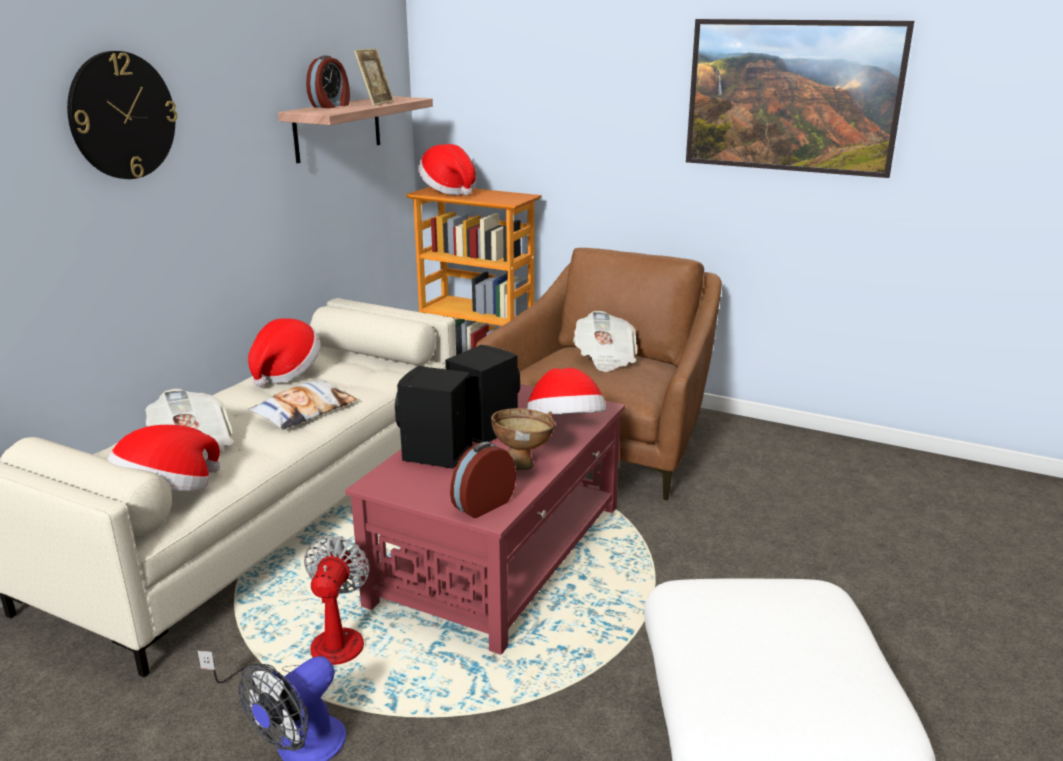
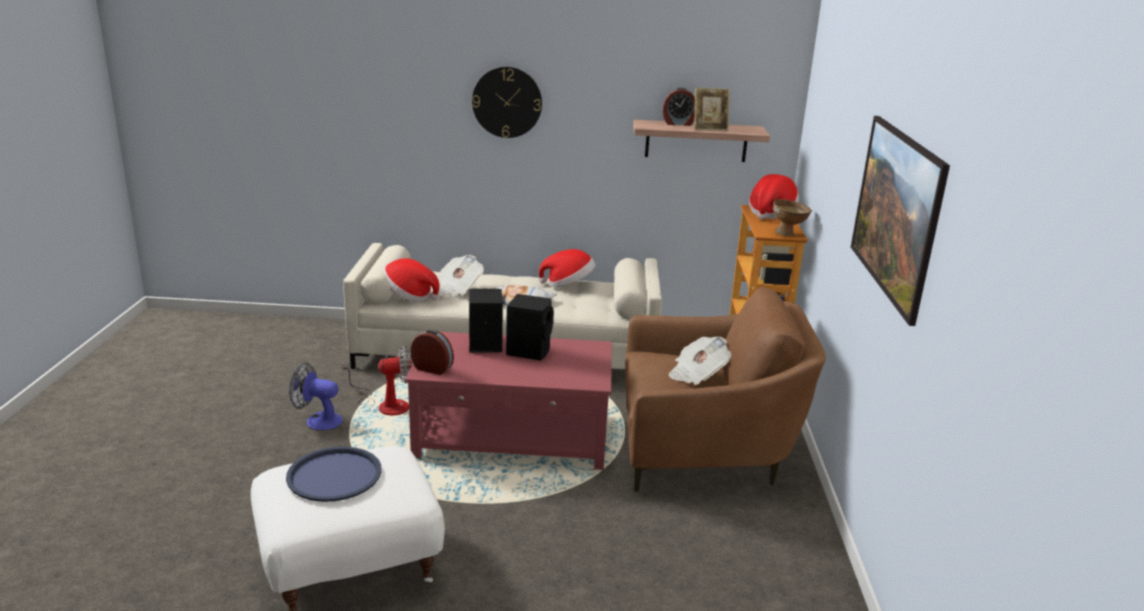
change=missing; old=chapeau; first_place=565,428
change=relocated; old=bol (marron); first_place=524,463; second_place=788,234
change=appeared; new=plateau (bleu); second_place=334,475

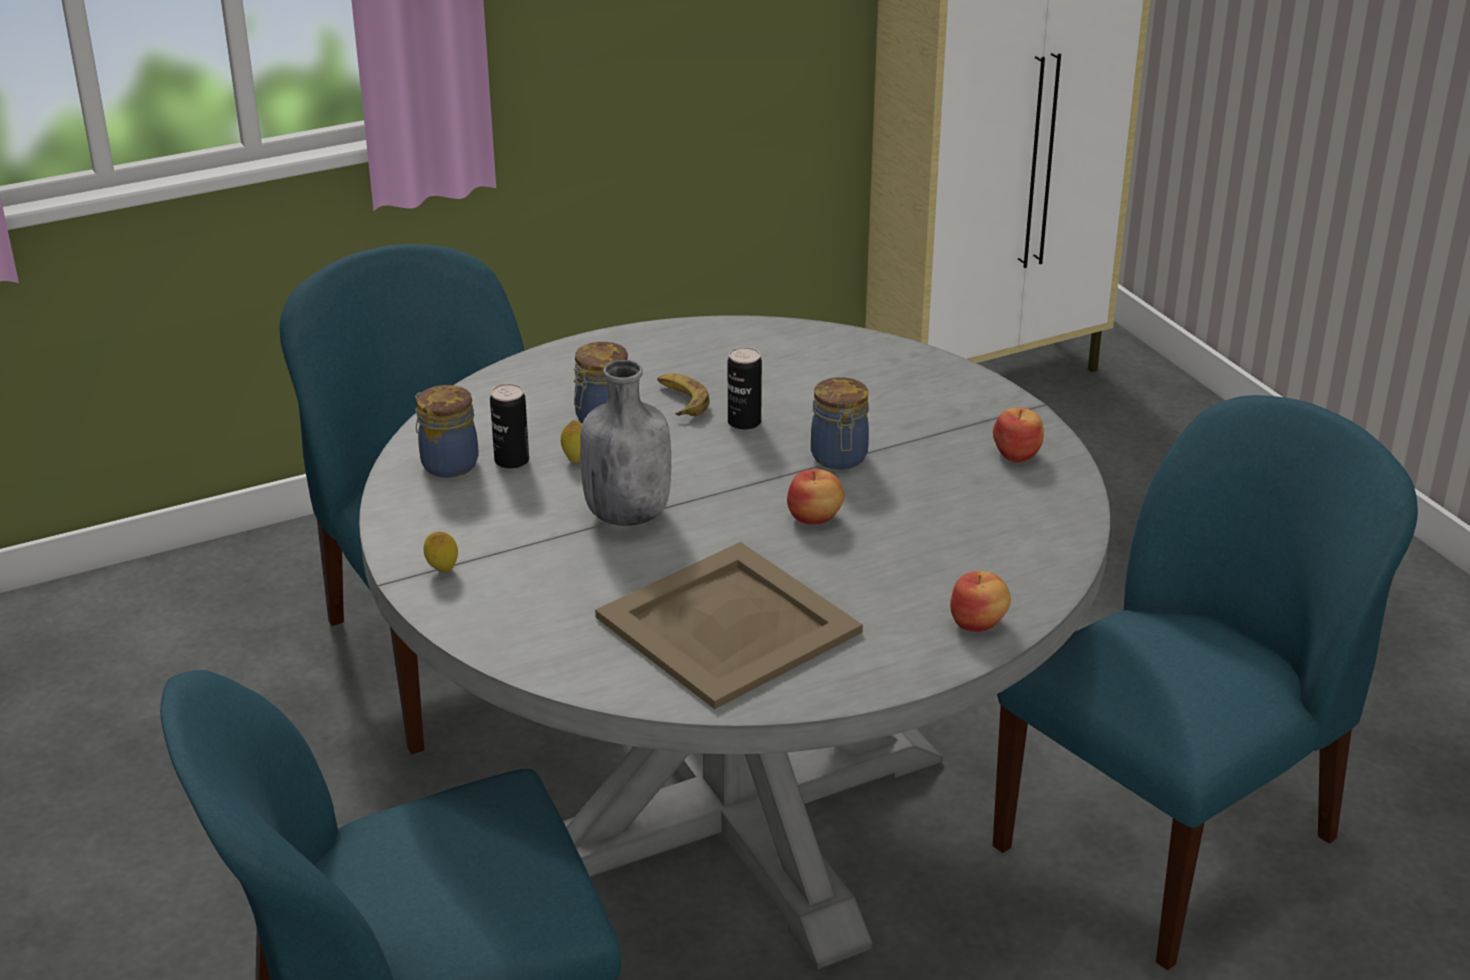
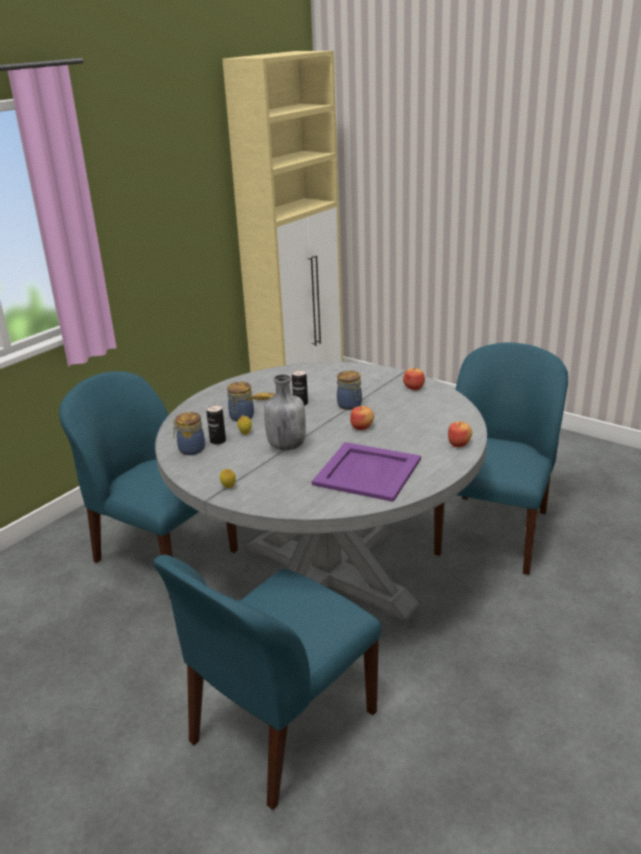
change=colour; old=plateau (beige); new=plateau (violet); first_place=728,623; second_place=367,471

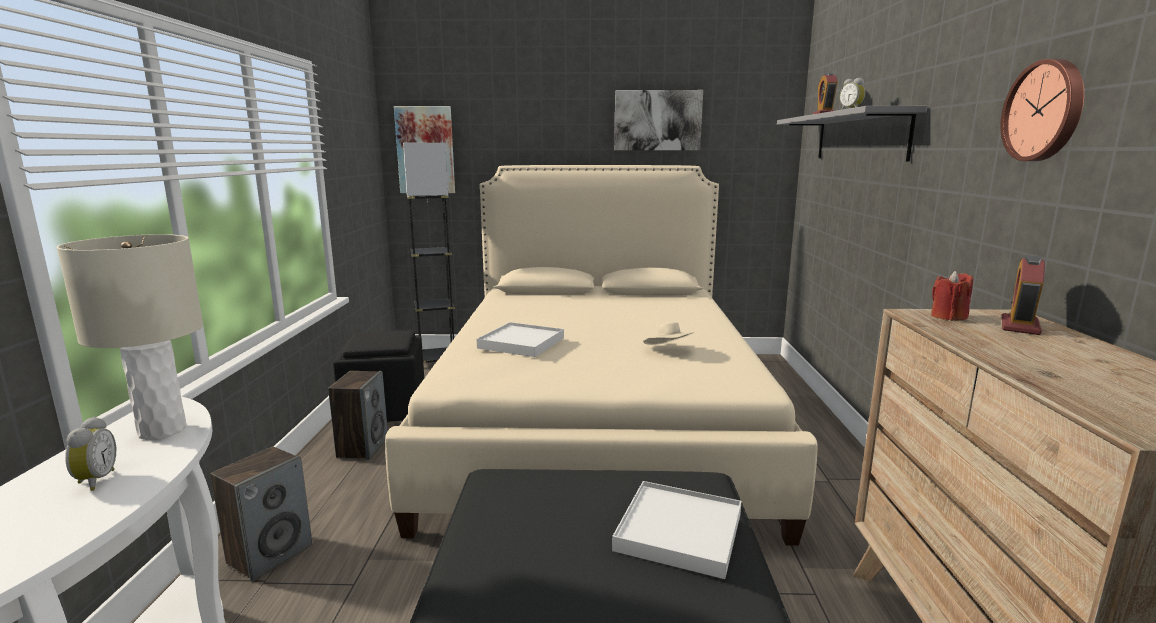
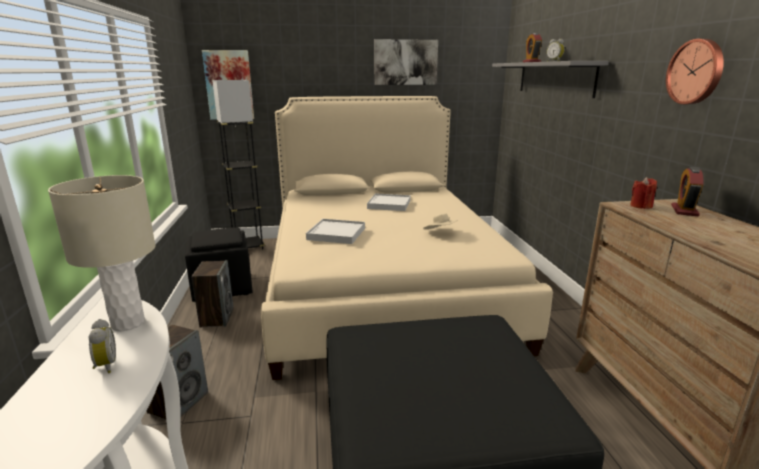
change=relocated; old=plateau (blanc); first_place=678,532; second_place=389,204

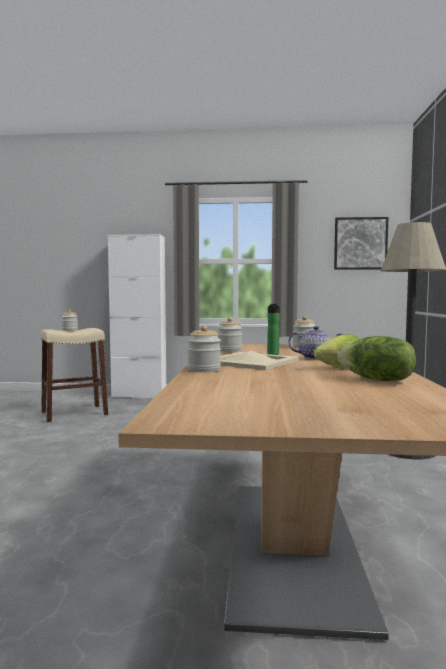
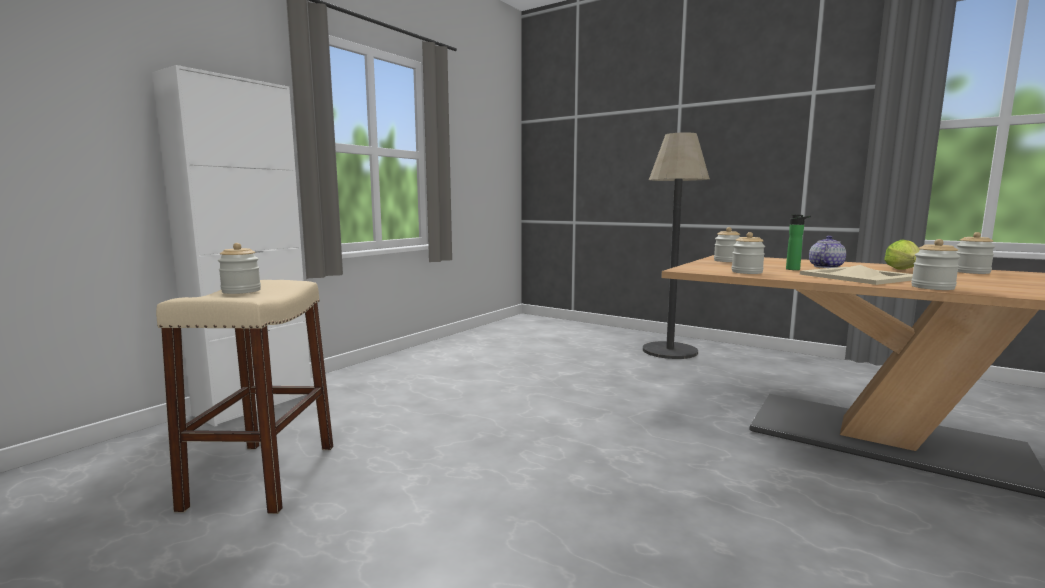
change=missing; old=tableau; first_place=360,243
change=exchanged; old=laitue; new=bocal; first_place=377,380; second_place=971,272

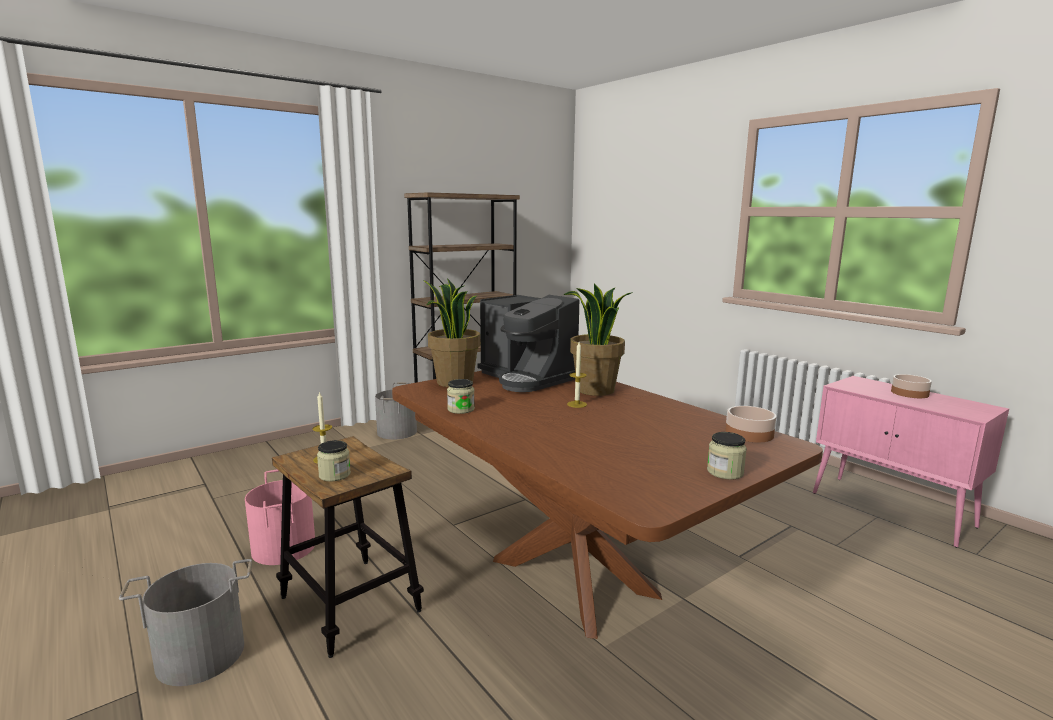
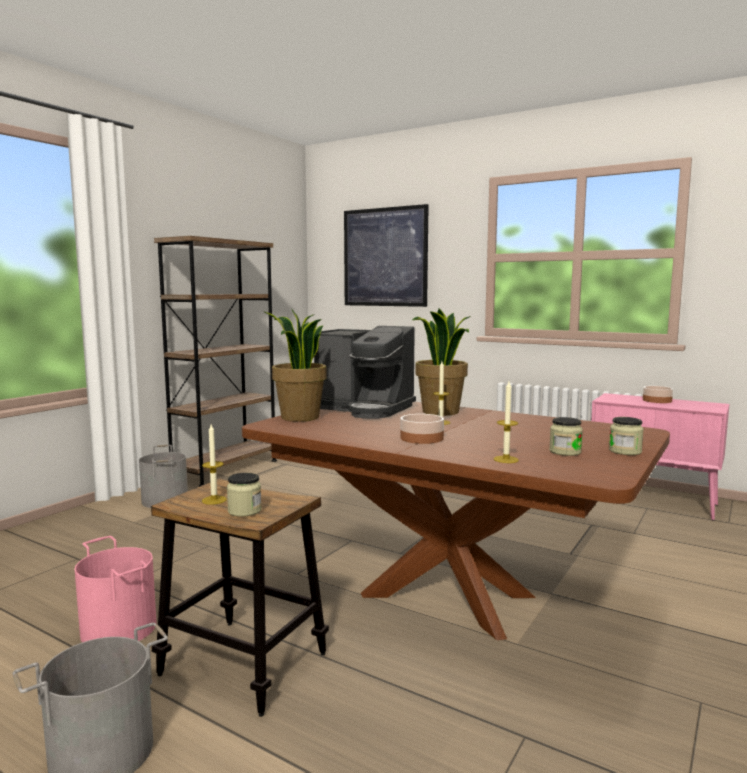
change=relocated; old=bocal; first_place=461,409; second_place=565,452
change=relocated; old=bol; first_place=750,434; second_place=422,438
change=appeared; new=tableau; second_place=385,257
change=appeared; new=bougie; second_place=506,459

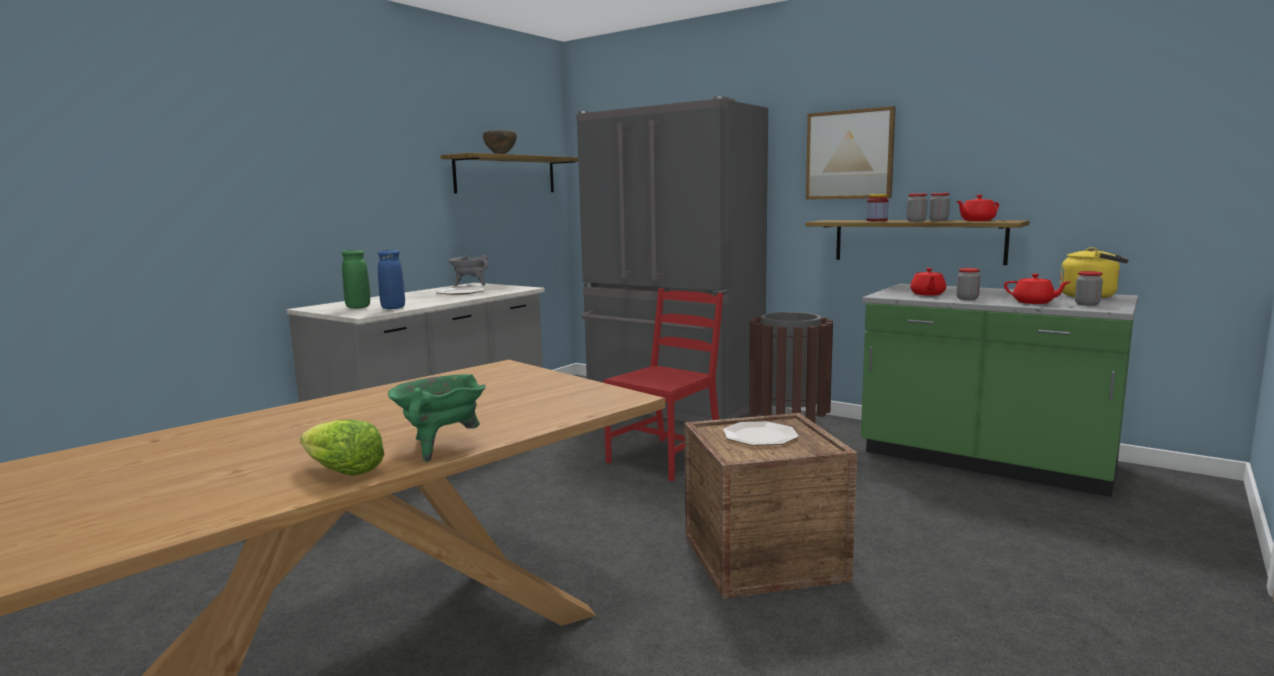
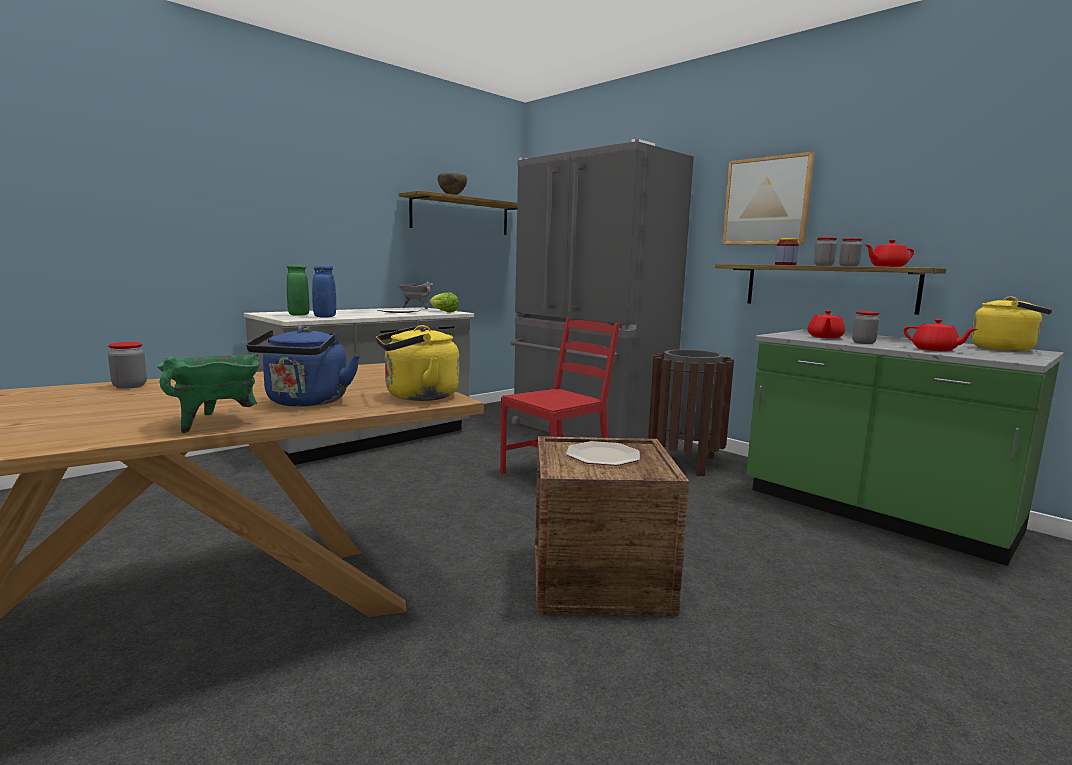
change=relocated; old=bocal; first_place=1087,304; second_place=129,386
change=relocated; old=laitue; first_place=341,471; second_place=443,312
change=appeared; new=bouilloire (jaune); second_place=417,396
change=appeared; new=bouilloire (bleu); second_place=305,402

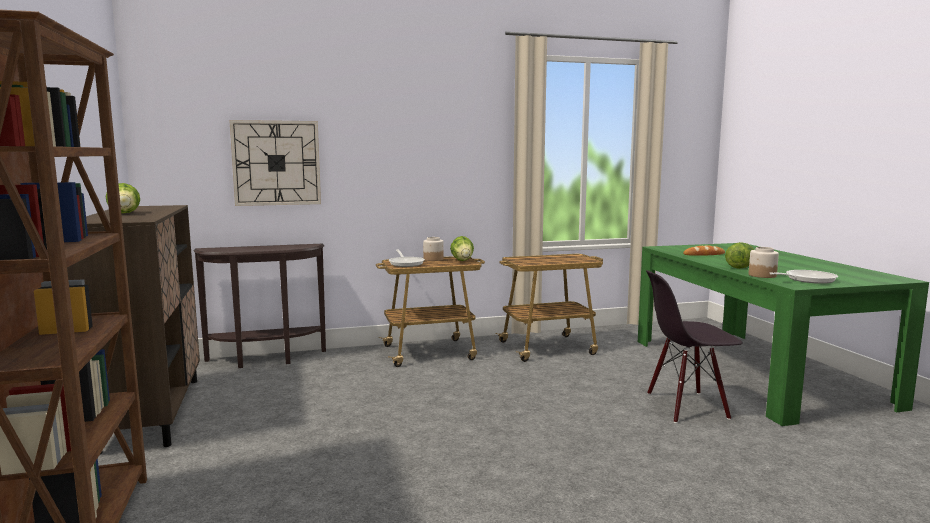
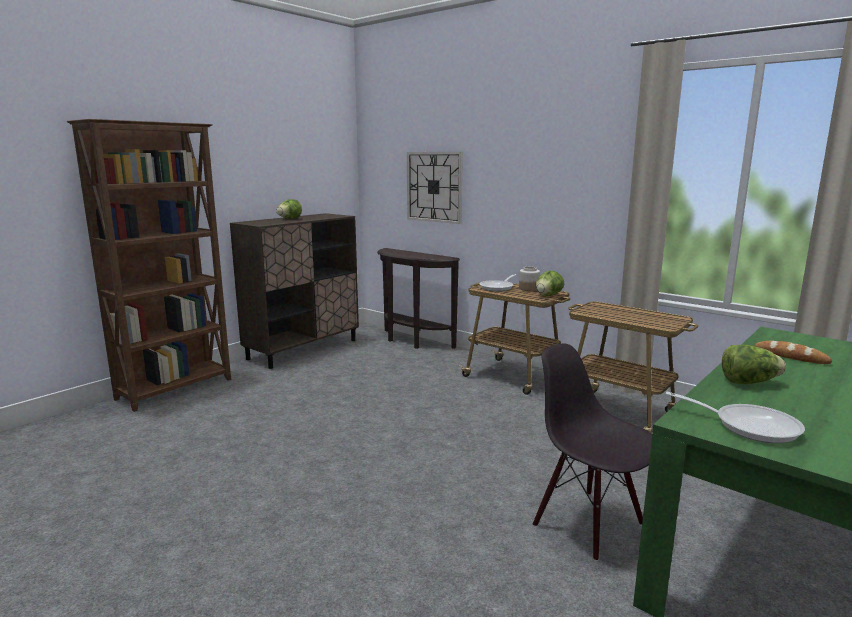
change=missing; old=bocal; first_place=762,275

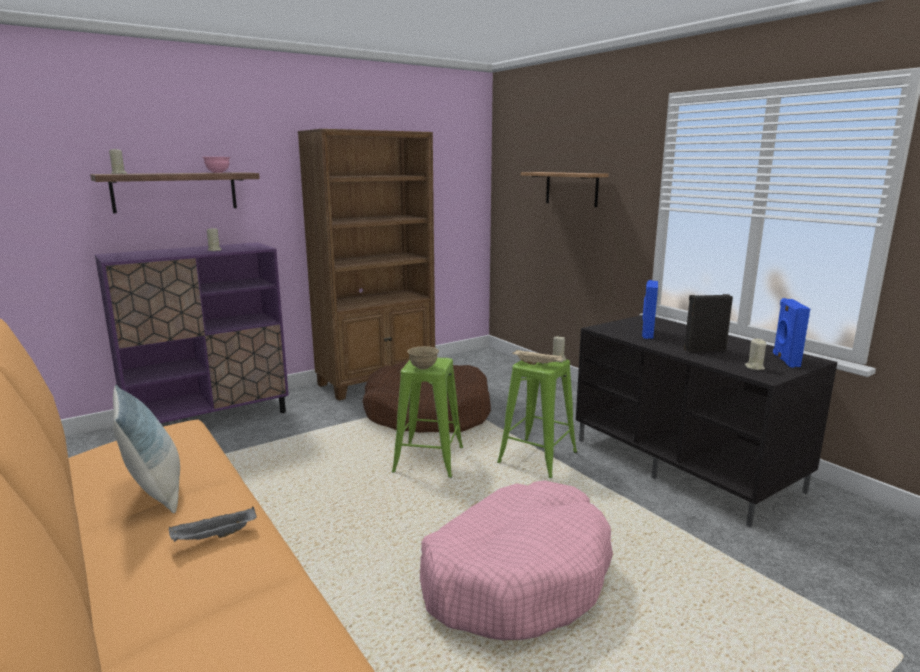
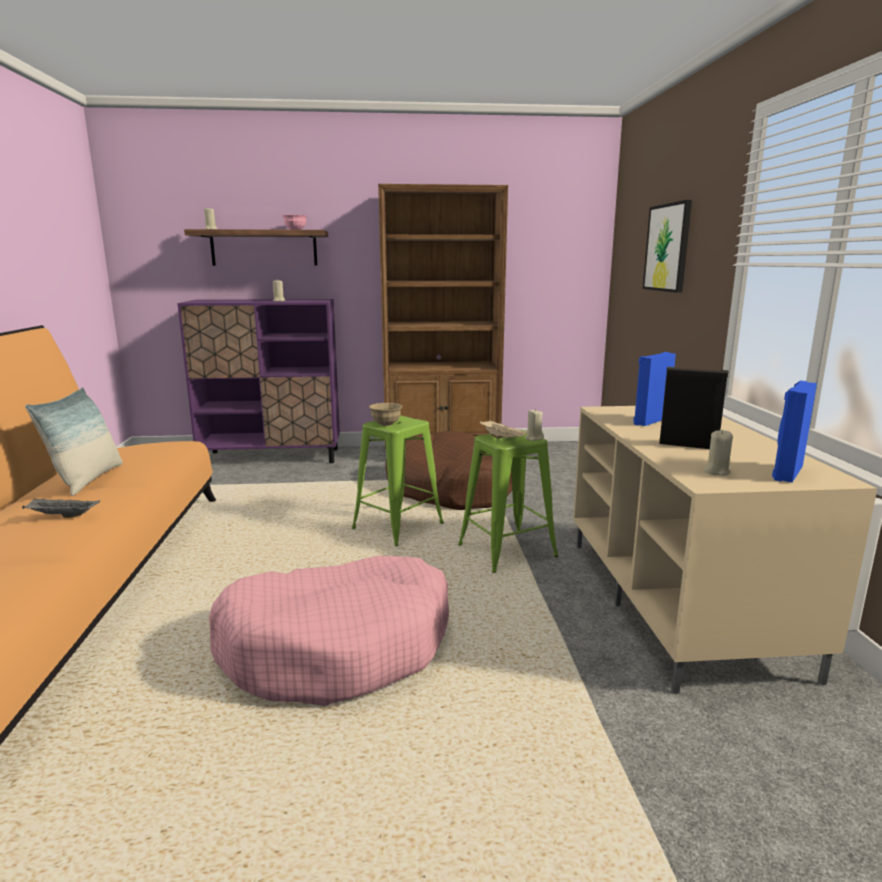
change=exchanged; old=étagère; new=tableau; first_place=571,189; second_place=667,248
change=colour; old=meuble télé (noir); new=meuble télé (beige); first_place=686,464; second_place=680,603

